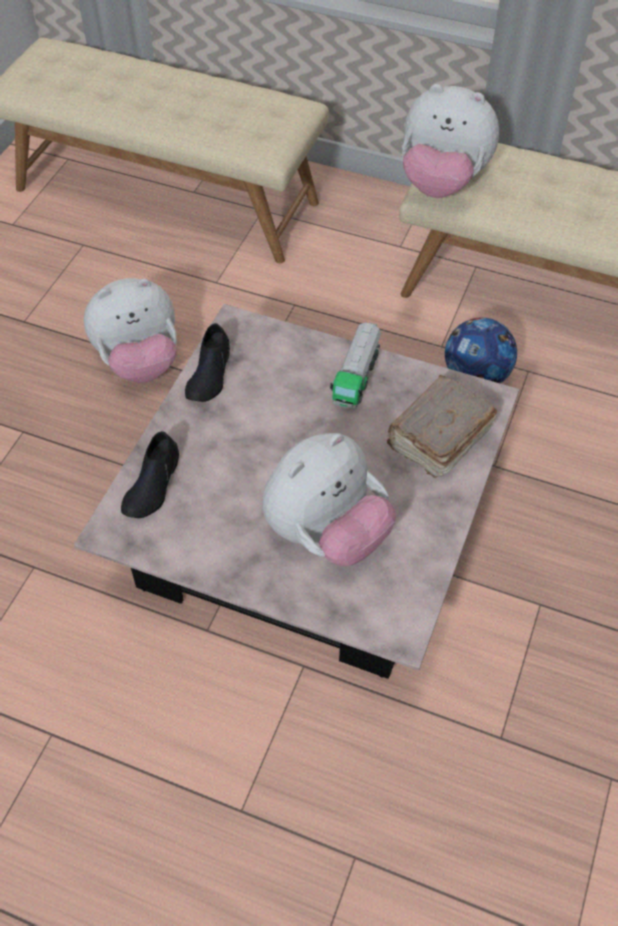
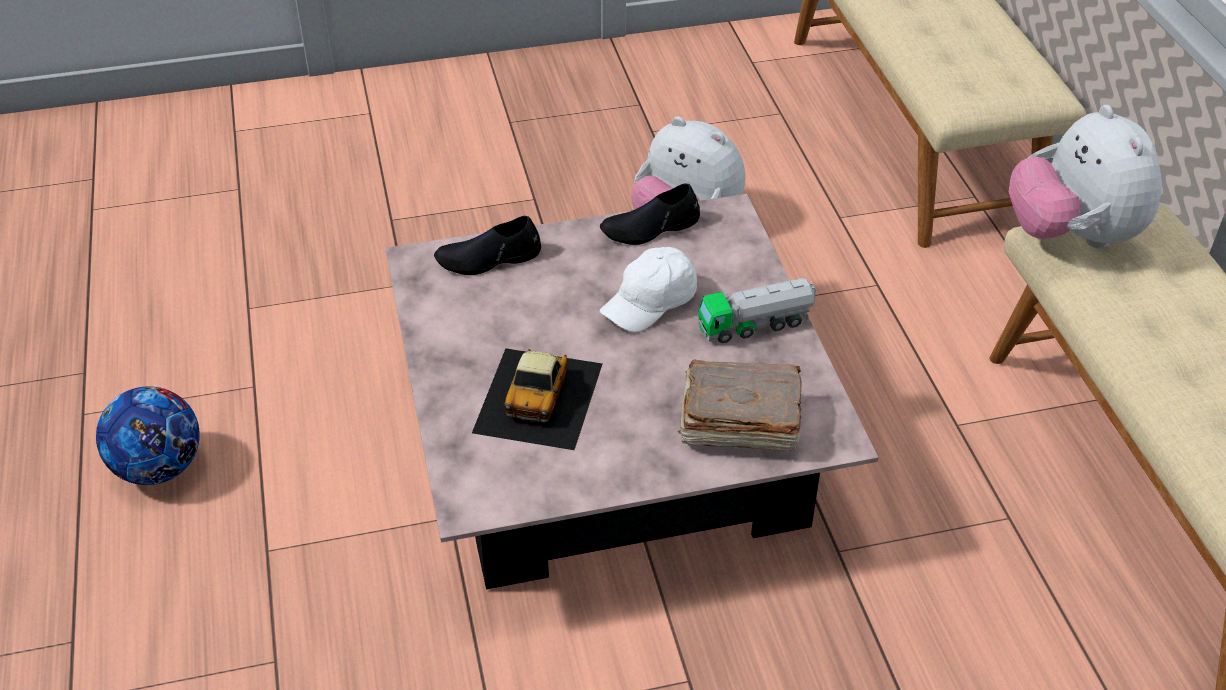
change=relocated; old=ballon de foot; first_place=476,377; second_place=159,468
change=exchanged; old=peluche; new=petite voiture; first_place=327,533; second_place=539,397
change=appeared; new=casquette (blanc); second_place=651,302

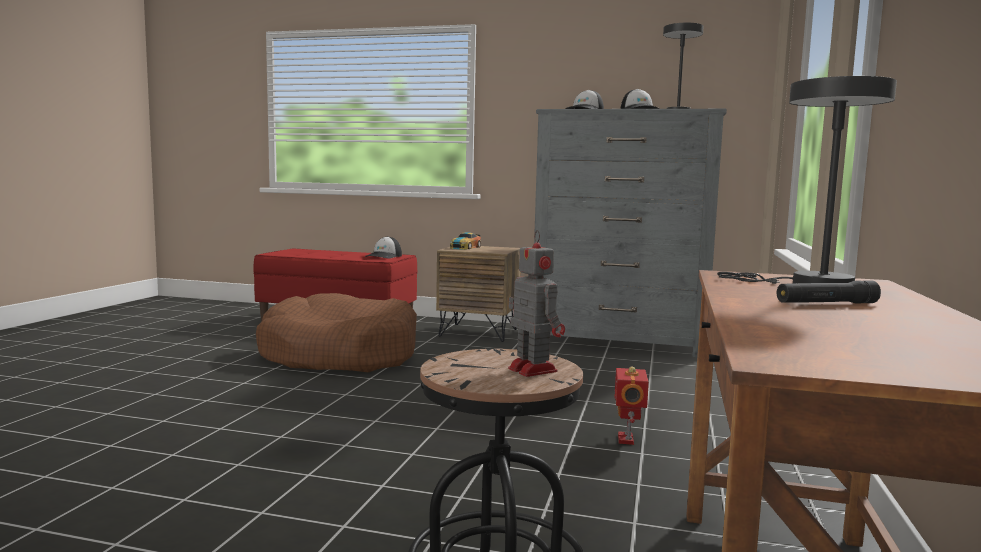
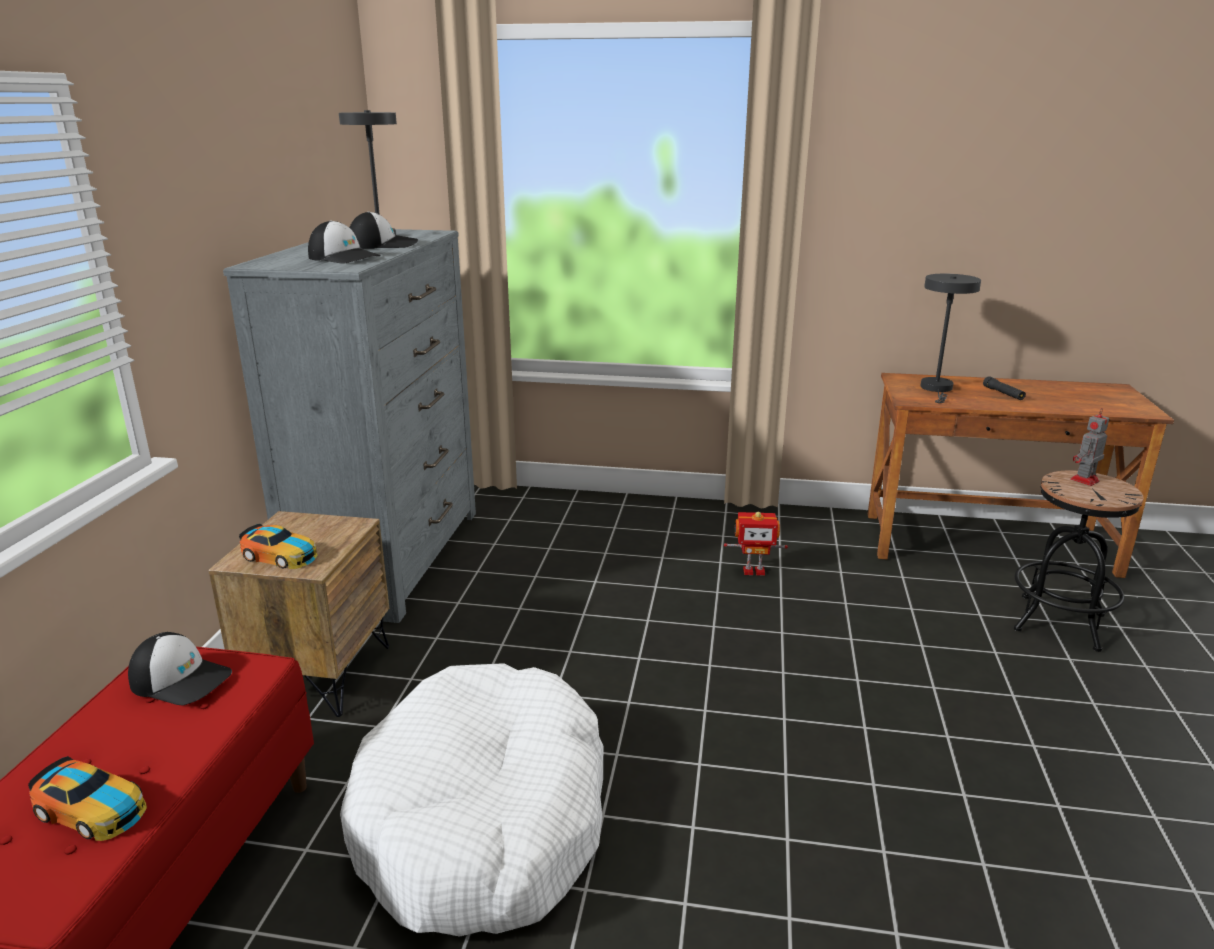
change=colour; old=panier pour chien (marron); new=panier pour chien (blanc); first_place=339,355; second_place=484,820
change=appeared; new=petite voiture; second_place=92,810

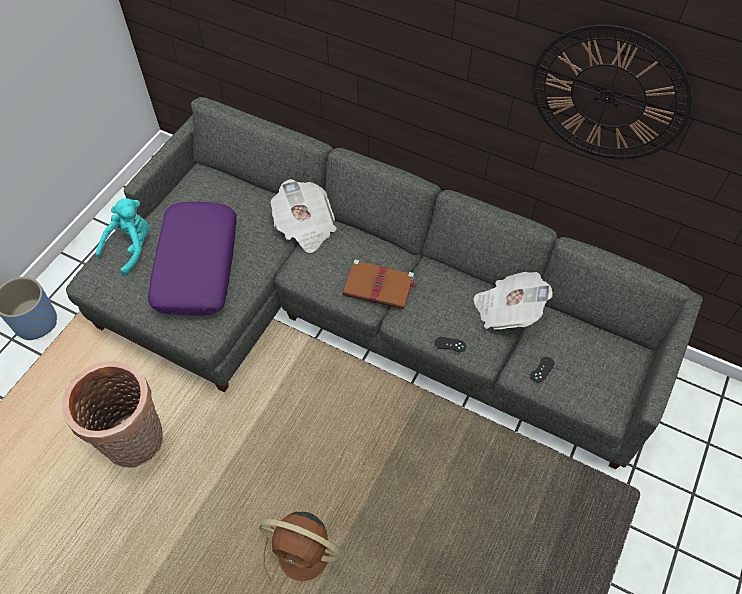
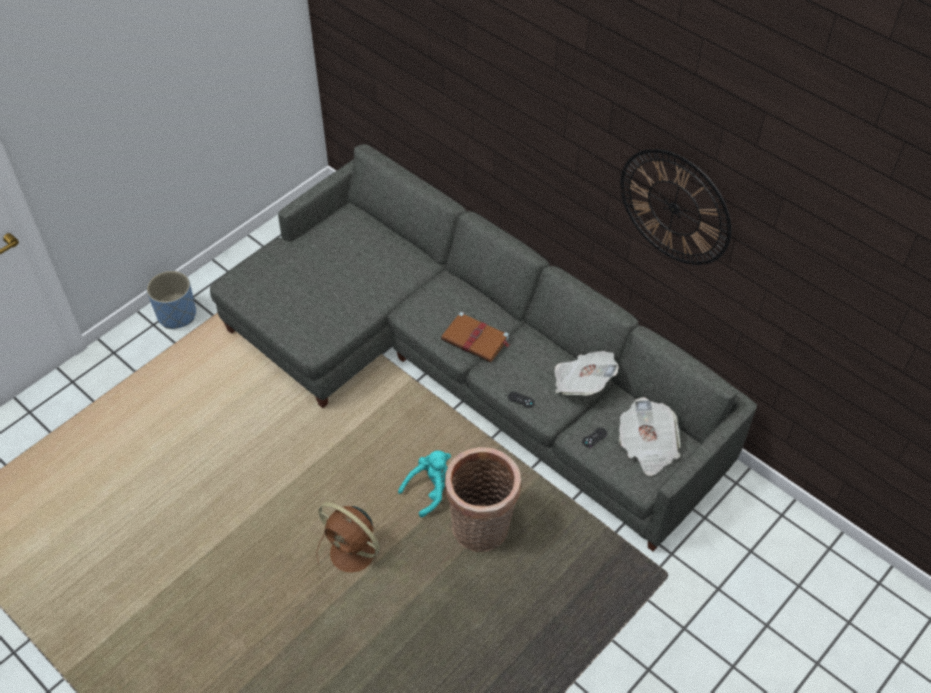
change=relocated; old=journal; first_place=305,227; second_place=647,447
change=relocated; old=peluche (turquoise); first_place=131,247; second_place=430,490
change=missing; old=coussin (violet); first_place=196,265
change=relocated; old=panier; first_place=135,443; second_place=481,531

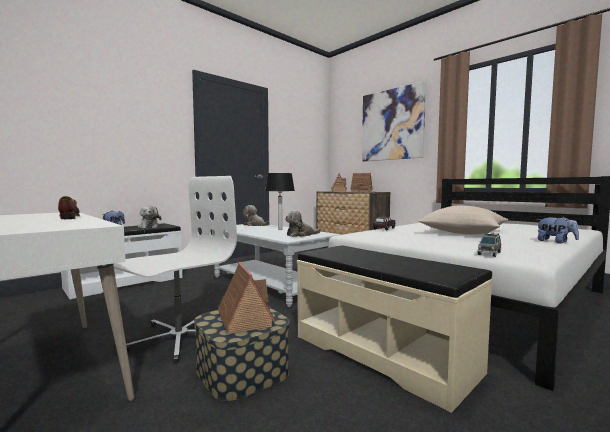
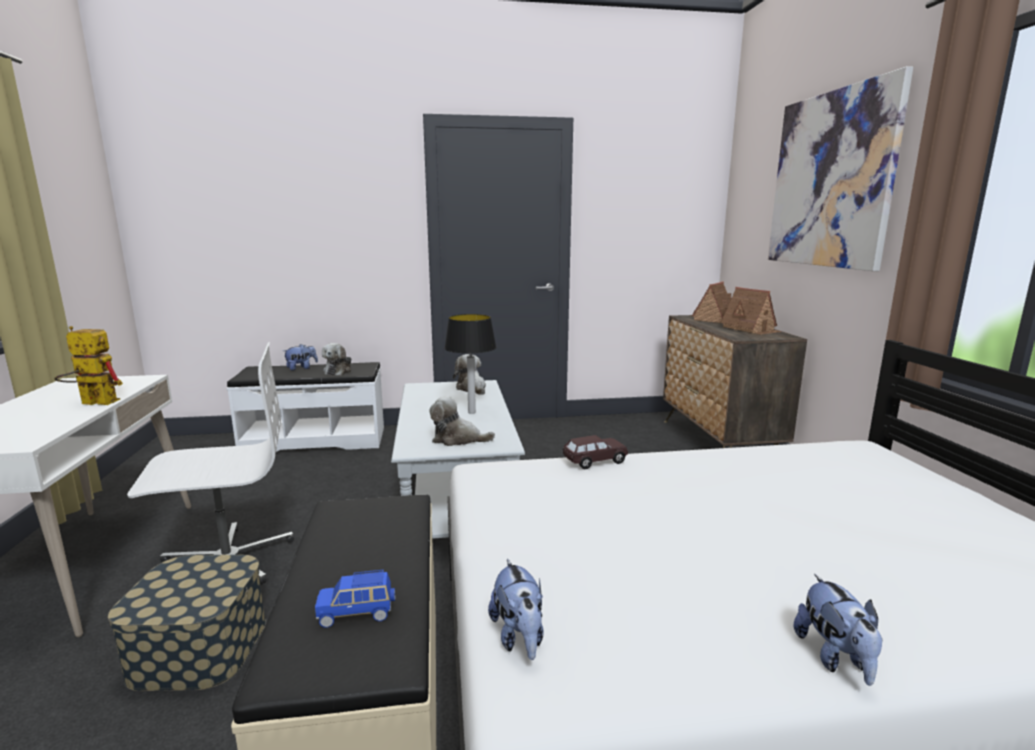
change=exchanged; old=chaussure (marron); new=robot jouet; first_place=69,217; second_place=92,403
change=missing; old=coussin (beige); first_place=463,233
change=exchanged; old=petite voiture (gris); new=peluche; first_place=489,253; second_place=519,637
change=missing; old=maison miniature; first_place=244,319
change=appeared; new=petite voiture (bleu); second_place=357,613

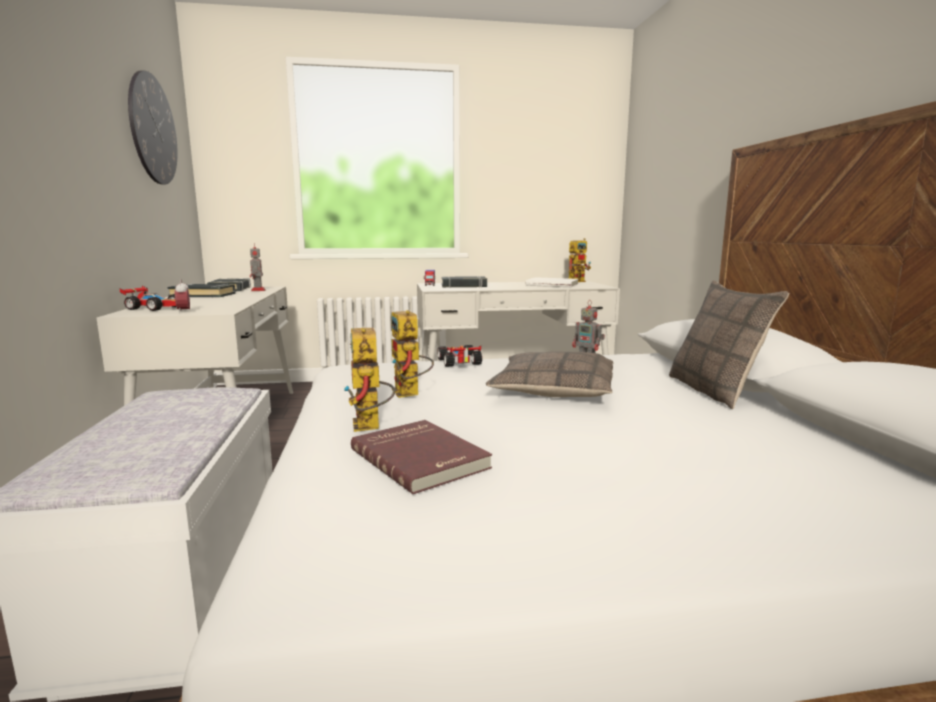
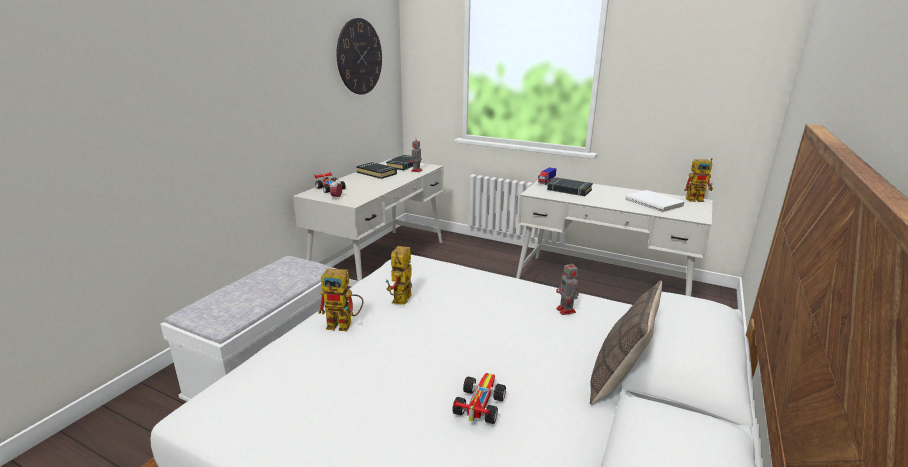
change=spun; old=robot jouet; first_place=370,427; second_place=345,325; degrees=-105
change=relocated; old=petite voiture; first_place=457,362; second_place=478,404
change=missing; old=coussin; first_place=553,389
change=missing; old=livre (rouge); first_place=421,458

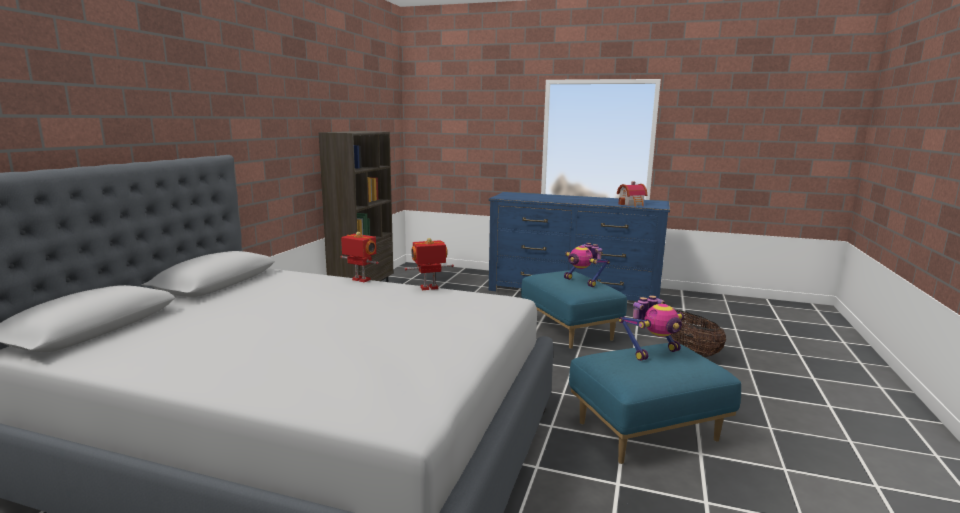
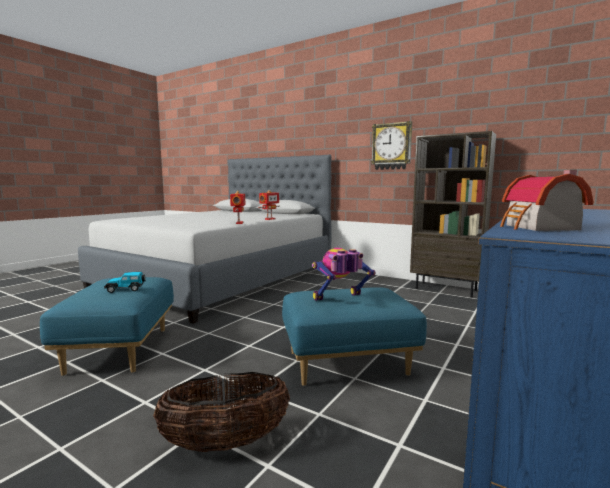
change=exchanged; old=robot jouet; new=petite voiture; first_place=652,352; second_place=126,289
change=appeared; new=horloge murale; second_place=391,146

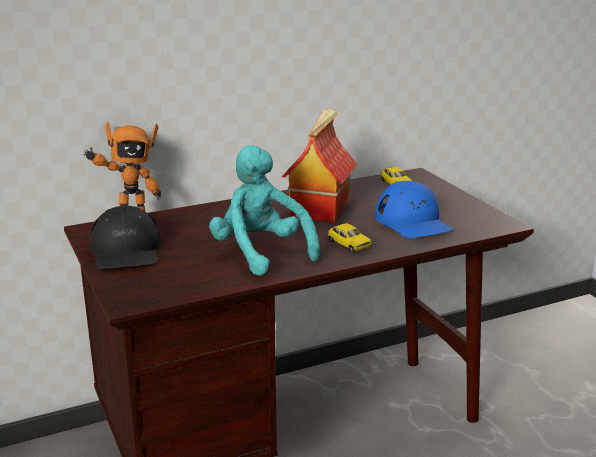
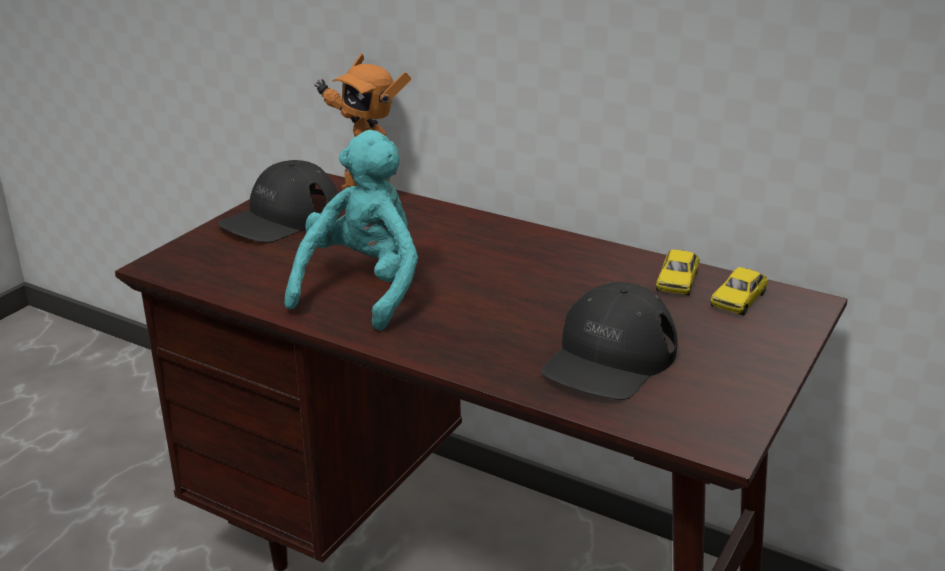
change=missing; old=maison miniature; first_place=318,209
change=colour; old=casquette (bleu); new=casquette (noir); first_place=413,222; second_place=609,358
change=relocated; old=petite voiture; first_place=349,244; second_place=676,281

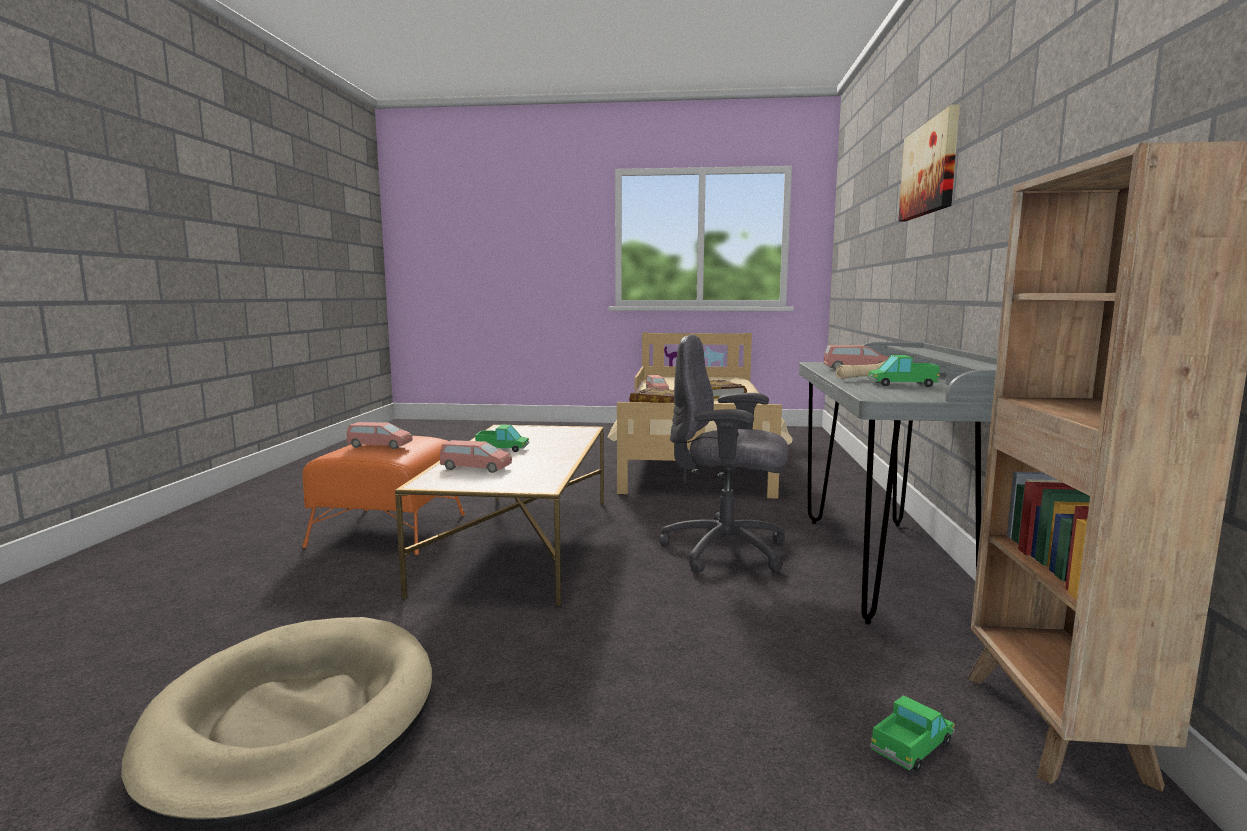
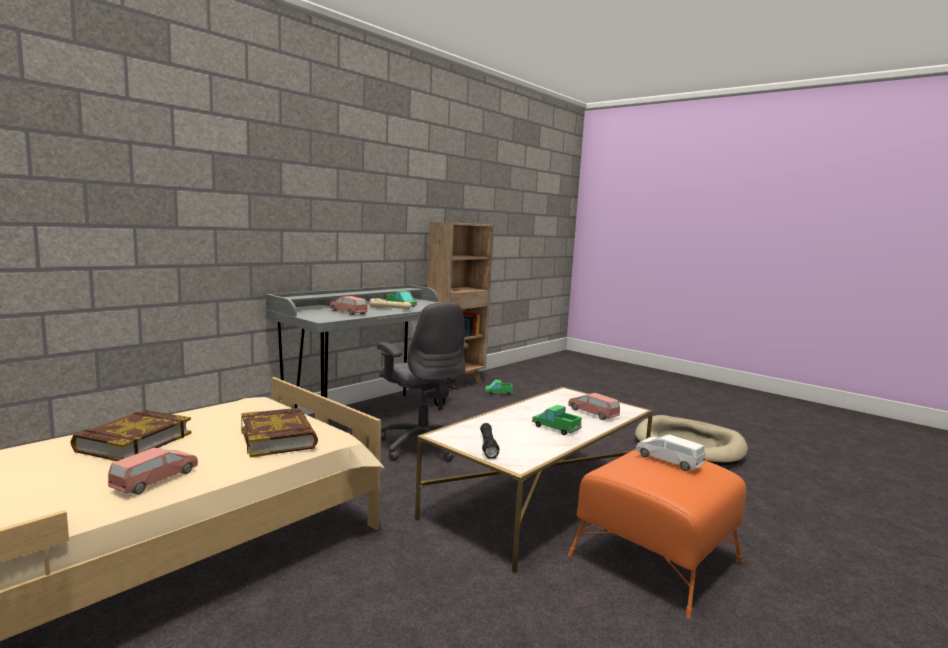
change=missing; old=tableau; first_place=930,169
change=colour; old=petite voiture (rose); new=petite voiture (blanc); first_place=380,446; second_place=669,461
change=appeared; new=lampe de poche (noir); second_place=488,446

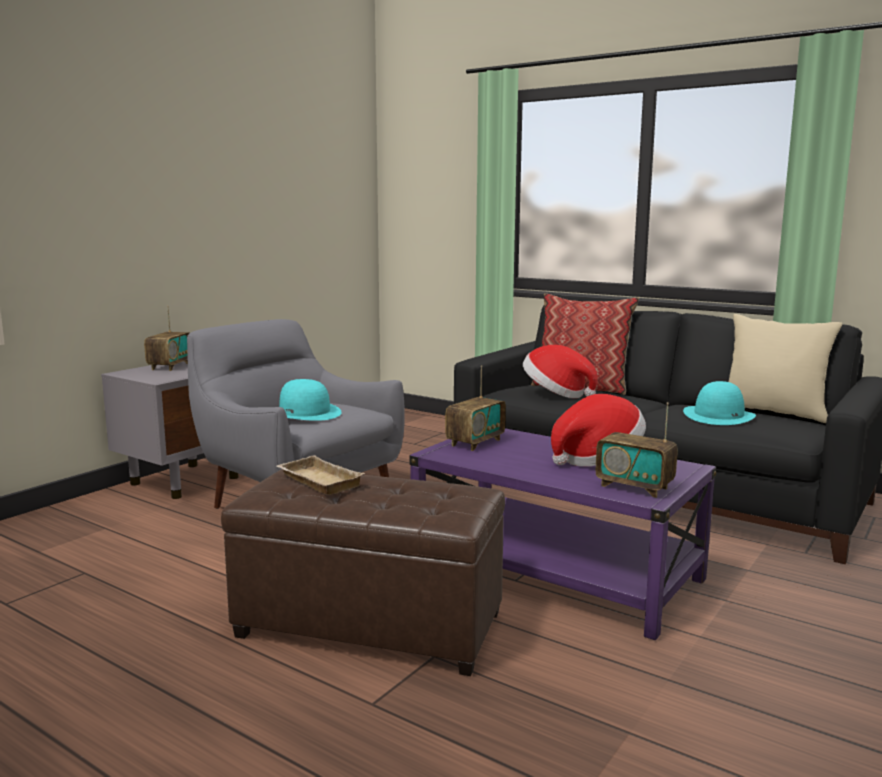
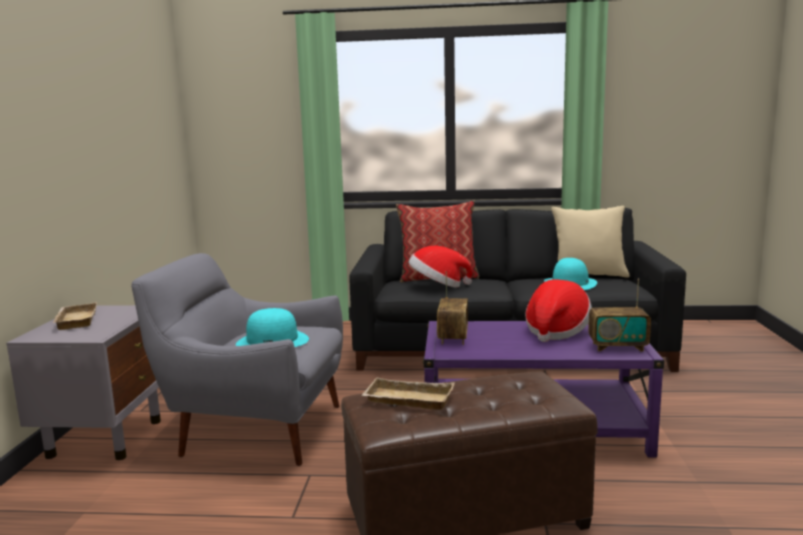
change=exchanged; old=radio; new=plateau (beige); first_place=170,366; second_place=75,320

